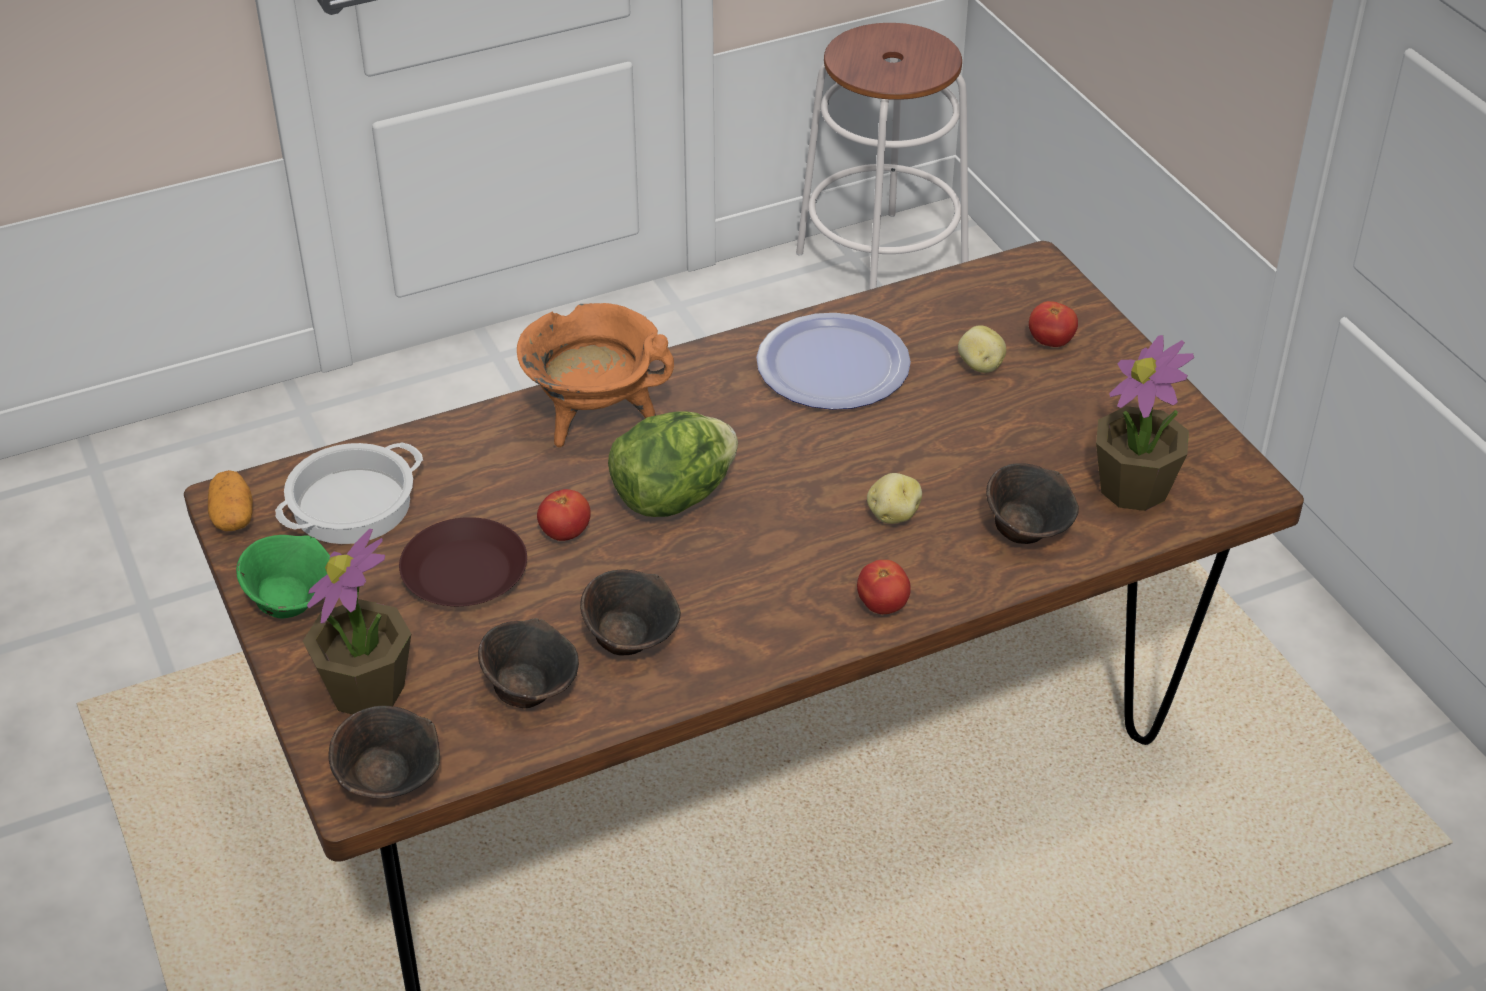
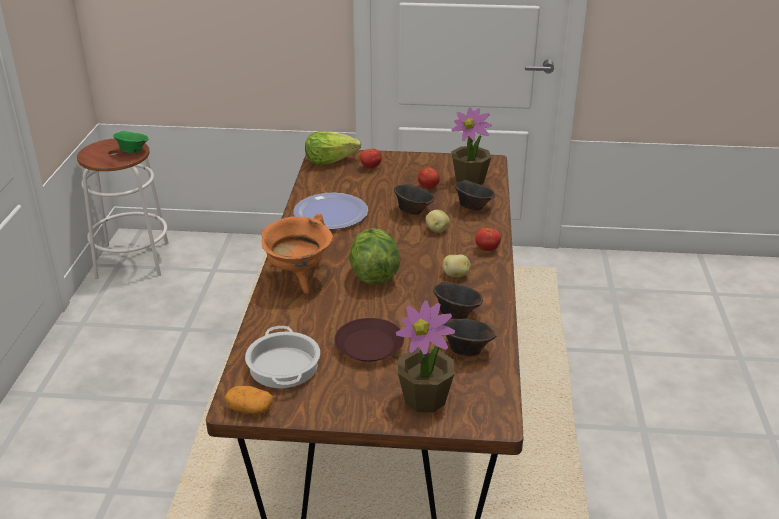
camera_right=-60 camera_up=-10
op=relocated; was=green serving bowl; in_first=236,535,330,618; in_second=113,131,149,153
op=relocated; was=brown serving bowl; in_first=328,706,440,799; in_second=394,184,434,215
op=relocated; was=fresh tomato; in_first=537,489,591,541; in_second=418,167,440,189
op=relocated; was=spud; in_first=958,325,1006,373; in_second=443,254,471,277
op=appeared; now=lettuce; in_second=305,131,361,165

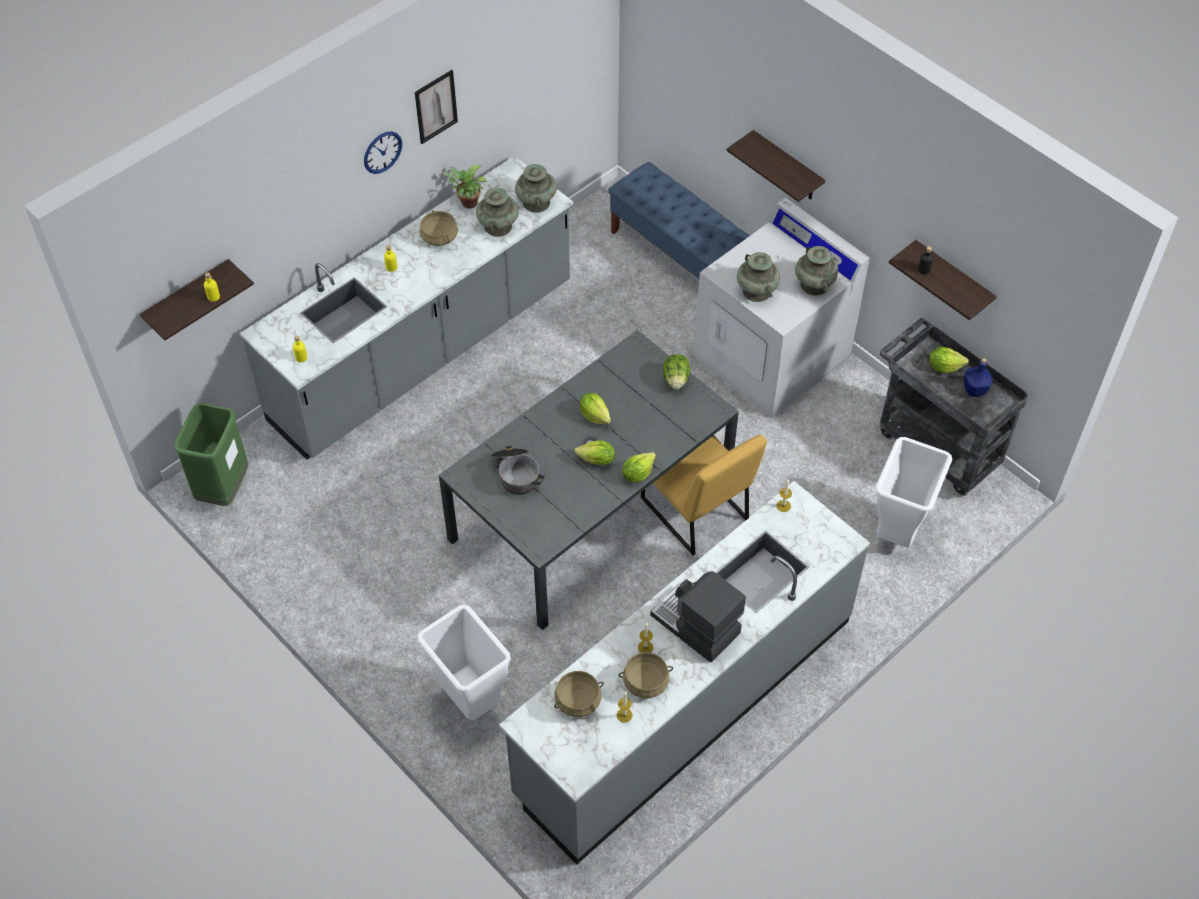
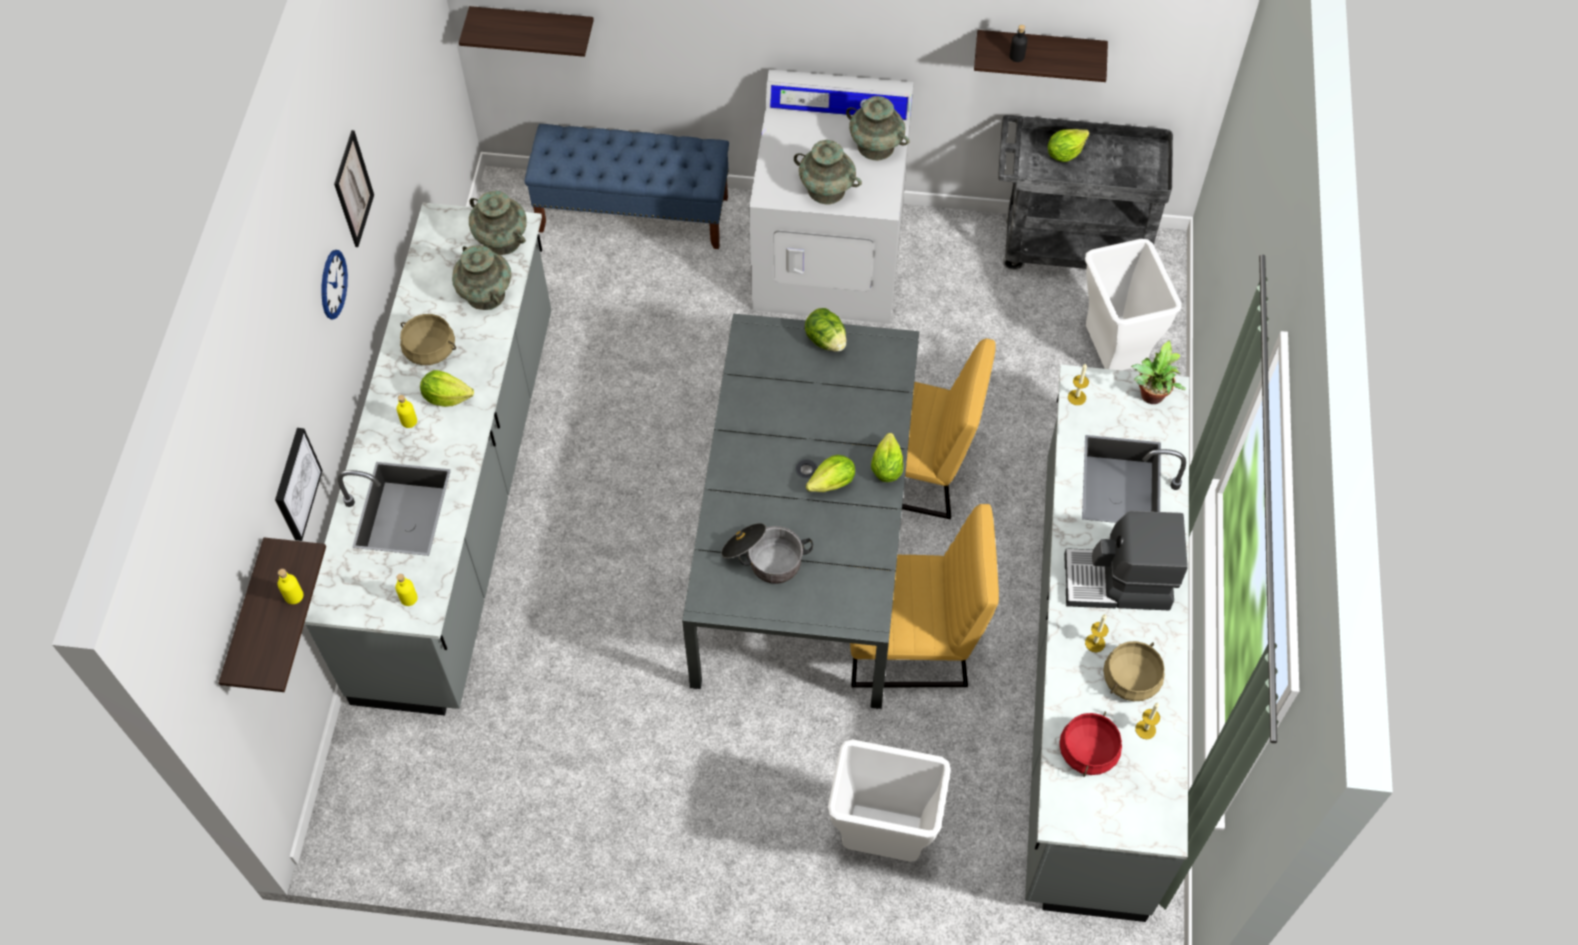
camera_right=-40 camera_up=5
op=missing; was=green waste bin; in_first=174,403,248,506
op=relocated; was=plant in a pot; in_first=442,165,487,209; in_second=1131,340,1186,404
op=colour; was=beige-coloured stockpot; now=reddish stockpot; in_first=554,671,604,717; in_second=1059,711,1122,777
op=relocated; was=lettuce; in_first=580,393,611,424; in_second=420,370,474,407
op=relocated; was=bracket shelf; in_first=727,130,825,202; in_second=459,6,594,57
op=missing; was=blue drink bottle; in_first=964,358,992,397
op=appeared; now=picture; in_second=275,428,323,541
op=appeared; now=yellow upright chair; in_second=850,504,999,688

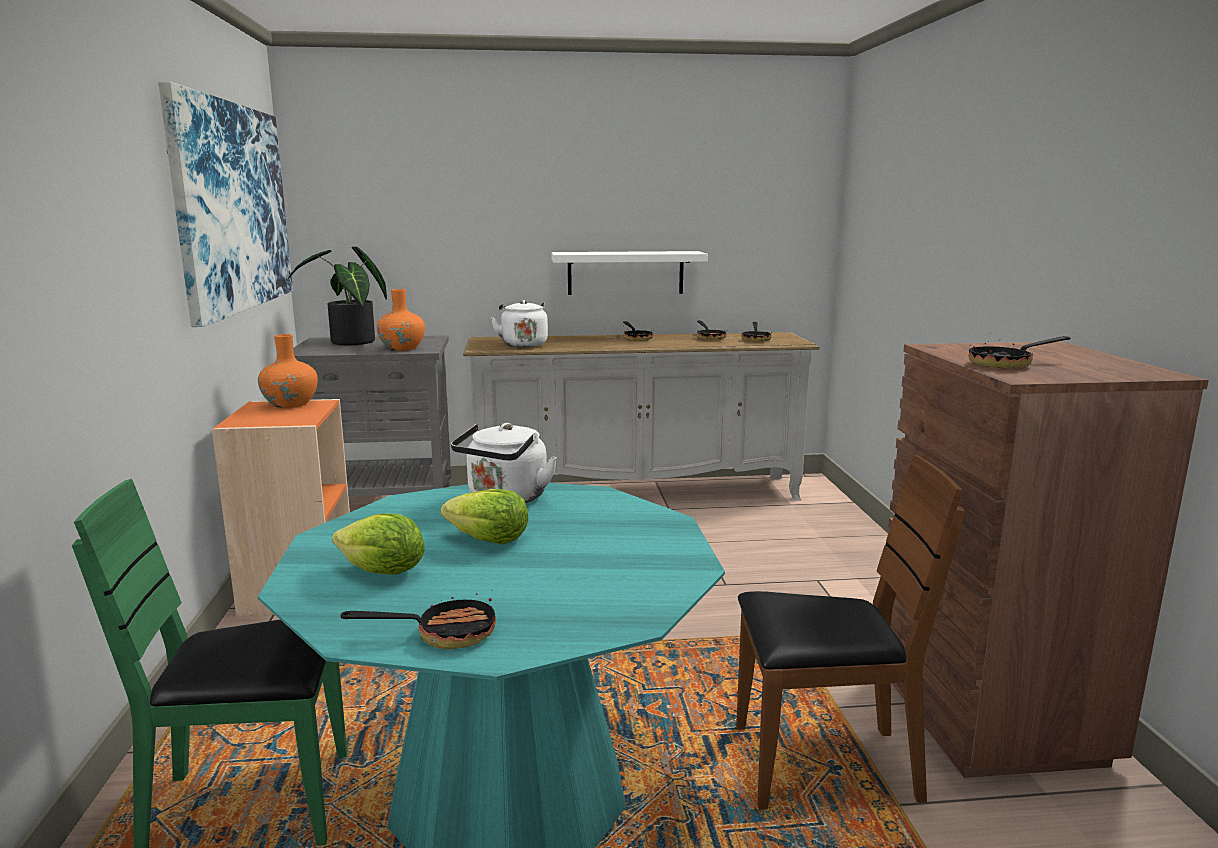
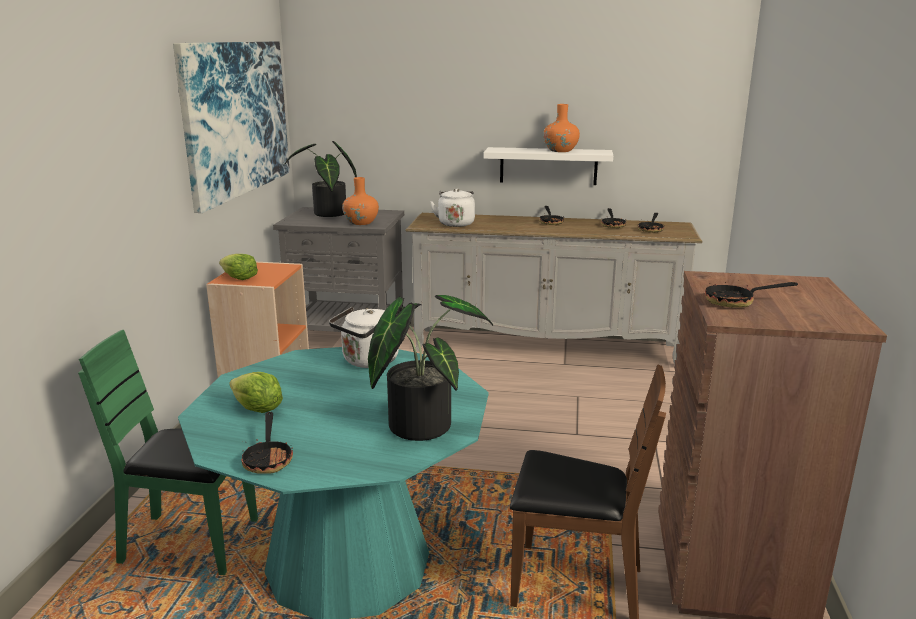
camera_right=15 camera_up=5
op=relocated; was=orange-coloured vase; in_first=258,334,318,408; in_second=543,104,580,152
op=spun; was=skillet; in_first=341,590,496,649; in_second=241,412,293,474; clockwise=75
op=relocated; was=lettuce; in_first=441,489,528,544; in_second=219,254,258,280
op=appeared; now=plant in a pot; in_second=368,295,493,441

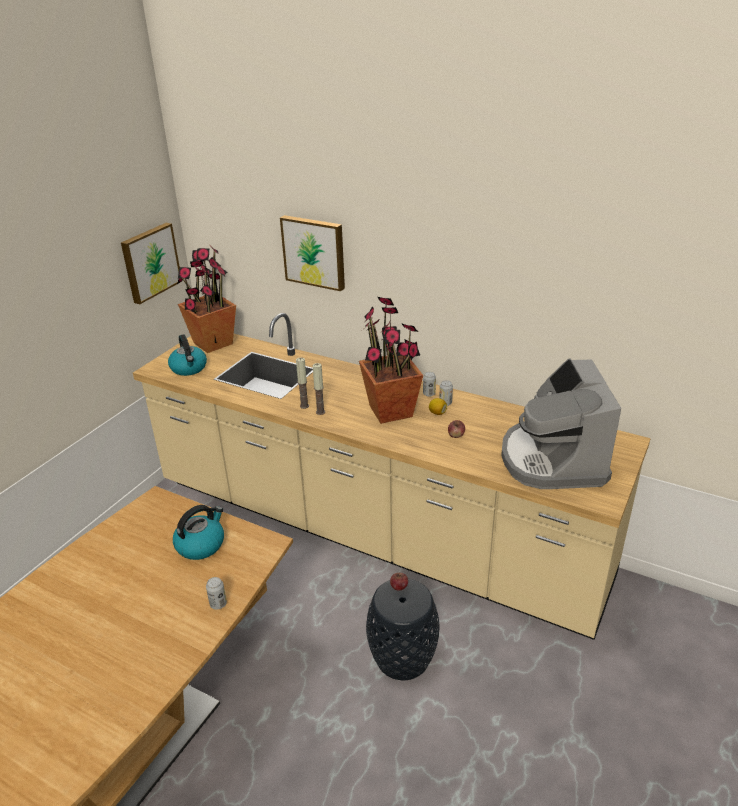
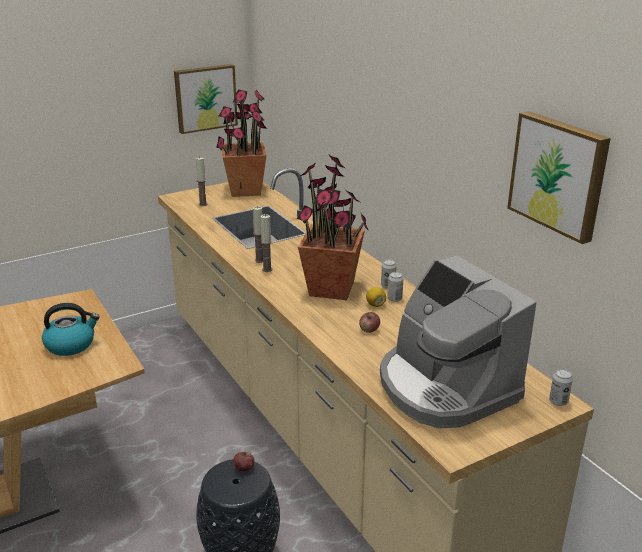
camera_right=30 camera_up=-5
op=exchanged; was=tea kettle; now=candle; in_first=168,335,207,376; in_second=196,157,207,206
op=relocated; was=metal can; in_first=206,577,227,610; in_second=549,369,573,406
op=relocated; was=picture; in_first=280,215,345,291; in_second=507,111,611,244
op=spun; was=coffee machine; in_first=501,359,621,489; in_second=380,256,536,429; clockwise=-60

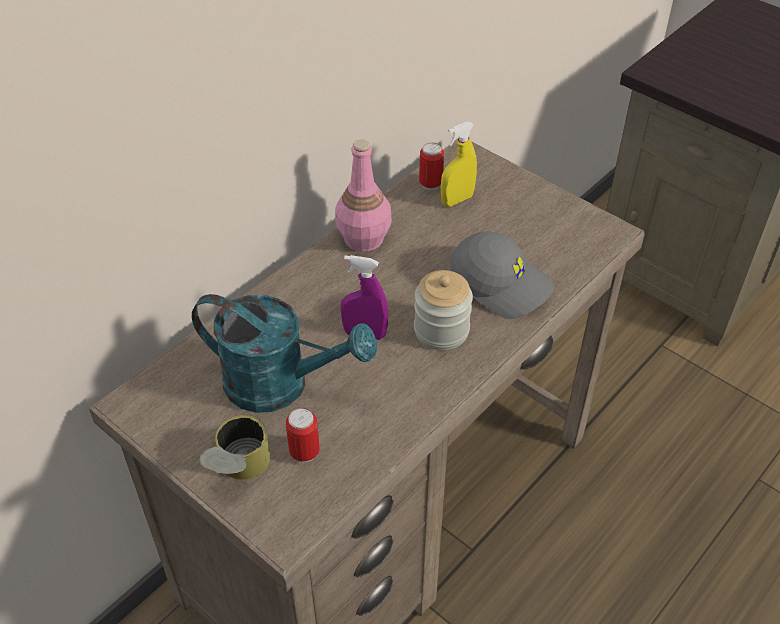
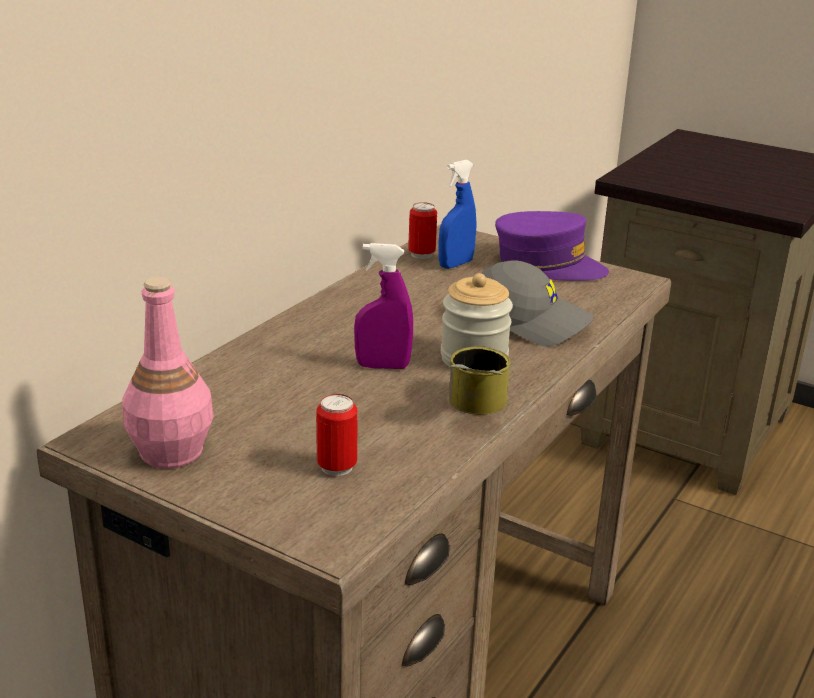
camera_right=-10 camera_up=-20
op=missing; was=turquoise-coloured sprinkling can; in_first=192,294,377,413
op=relocated; was=metal can; in_first=199,415,271,480; in_second=448,346,511,415
op=relocated; was=pink drink bottle; in_first=335,139,392,252; in_second=122,277,214,469
op=colour; was=yellow spray bottle; now=blue spray bottle; in_first=441,121,477,207; in_second=439,160,477,269
op=appeared; now=purplish peaked cap; in_second=495,211,609,281

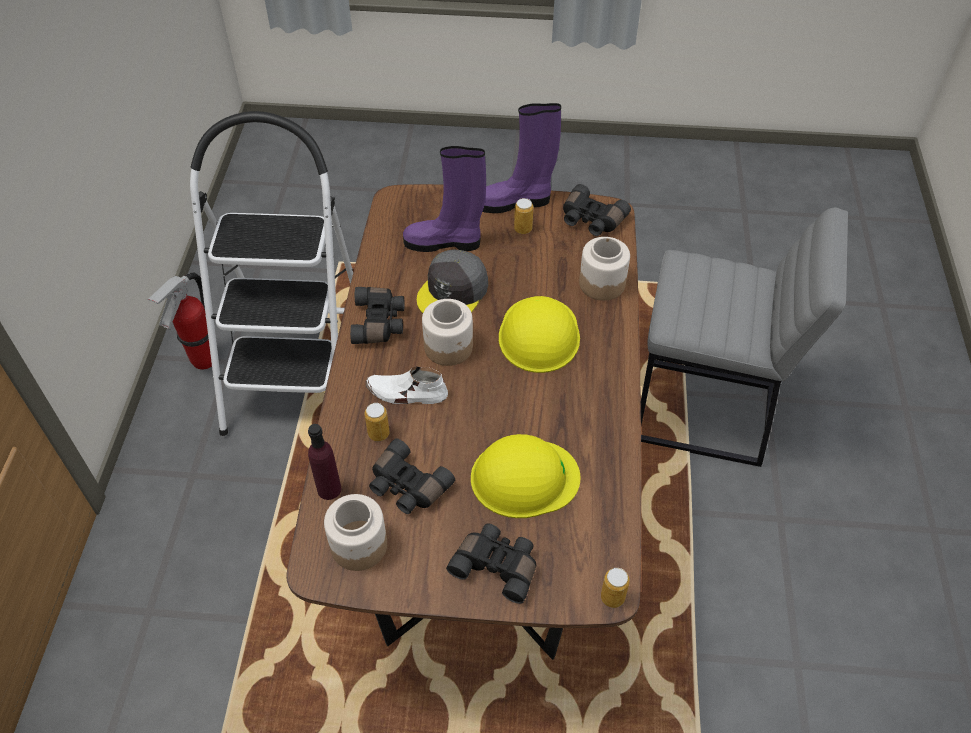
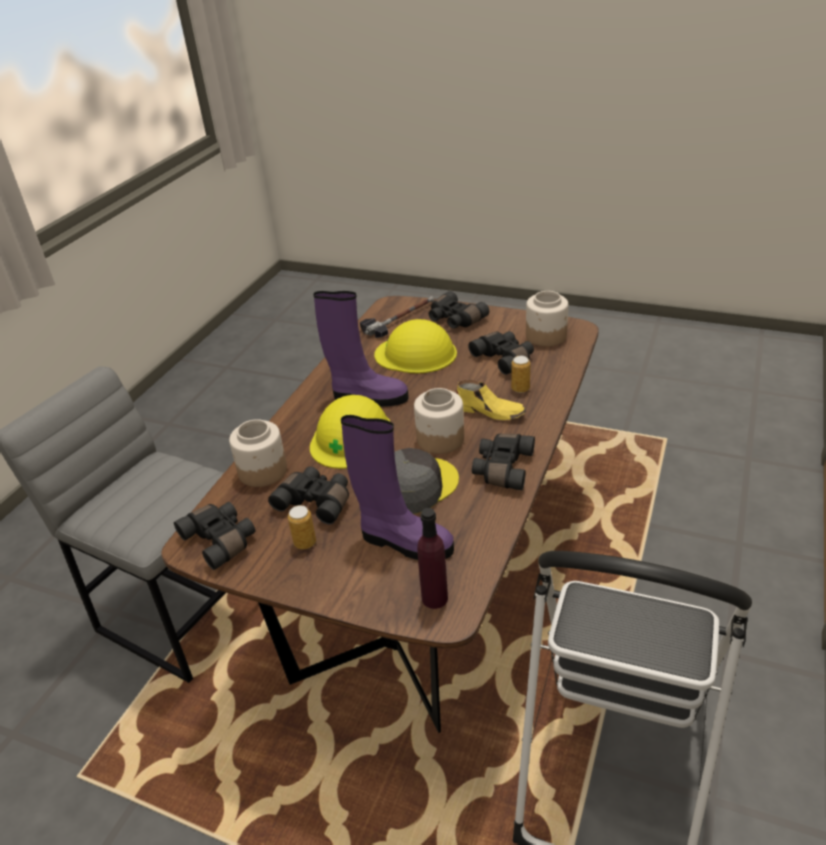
camera_right=-160 camera_up=-15
op=missing; was=fire-fighting cylinder; in_first=147,273,212,370
op=relocated; was=purplish drink bottle; in_first=308,424,341,500; in_second=417,508,448,609
op=colour; was=white item of footwear; now=yellow item of footwear; in_first=365,366,448,404; in_second=456,379,526,420
op=relocated; was=purplish high-top boot; in_first=482,103,561,213; in_second=313,291,409,407
op=missing; was=metal can; in_first=601,568,630,608
op=appeared; now=blackish pair of binoculars; in_second=268,466,349,524
op=appeared; now=tool hammer; in_second=360,296,434,338

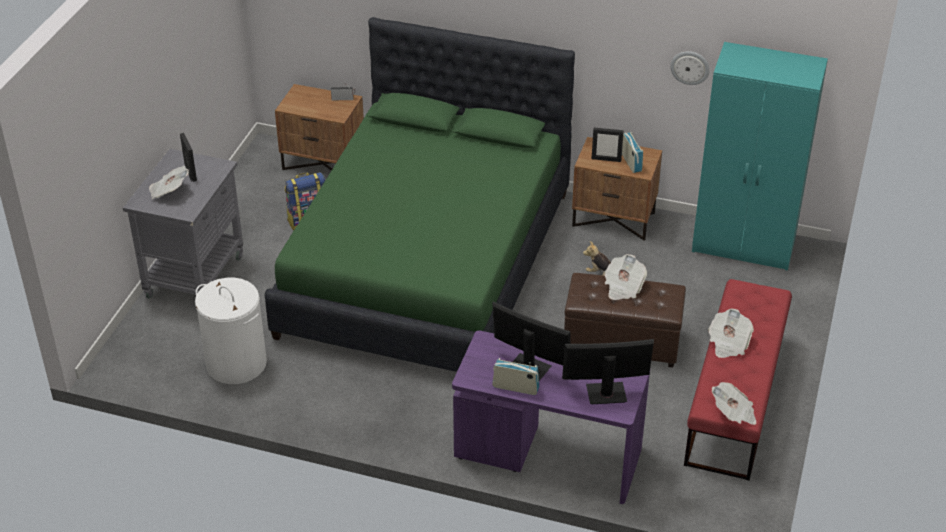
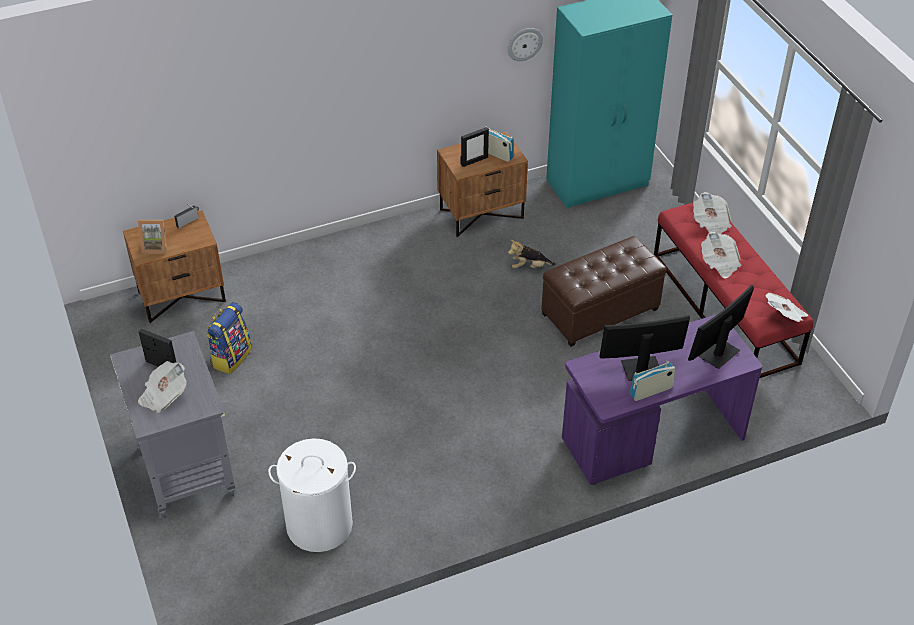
camera_right=-40 camera_up=5
op=missing; was=green sleeping bed; in_first=265,17,575,372
op=relocated; was=daily paper; in_first=604,254,647,300; in_second=693,192,732,234
op=appeared; now=photo frame; in_second=138,220,167,253

